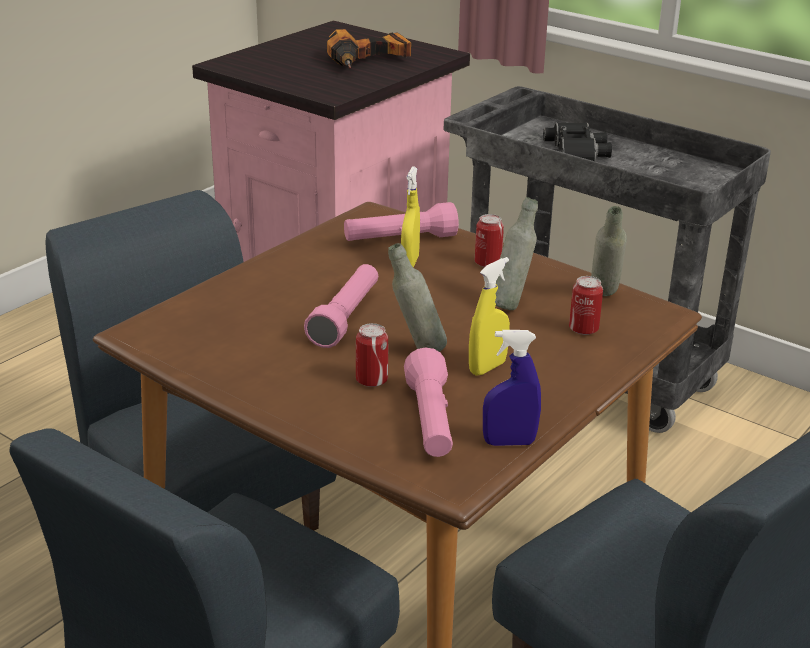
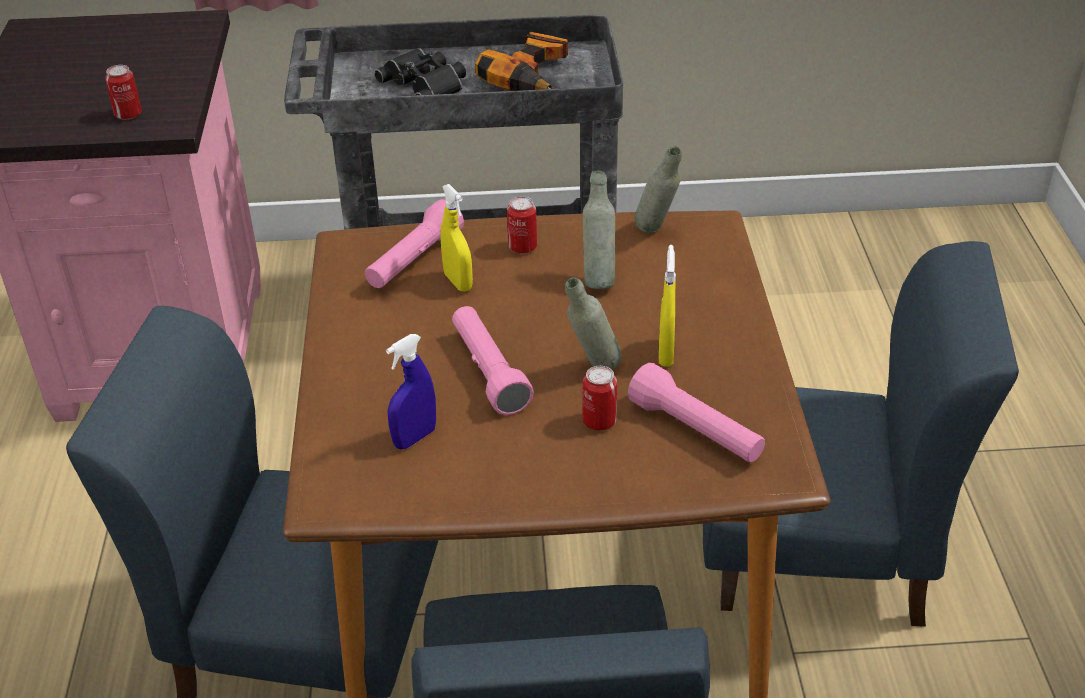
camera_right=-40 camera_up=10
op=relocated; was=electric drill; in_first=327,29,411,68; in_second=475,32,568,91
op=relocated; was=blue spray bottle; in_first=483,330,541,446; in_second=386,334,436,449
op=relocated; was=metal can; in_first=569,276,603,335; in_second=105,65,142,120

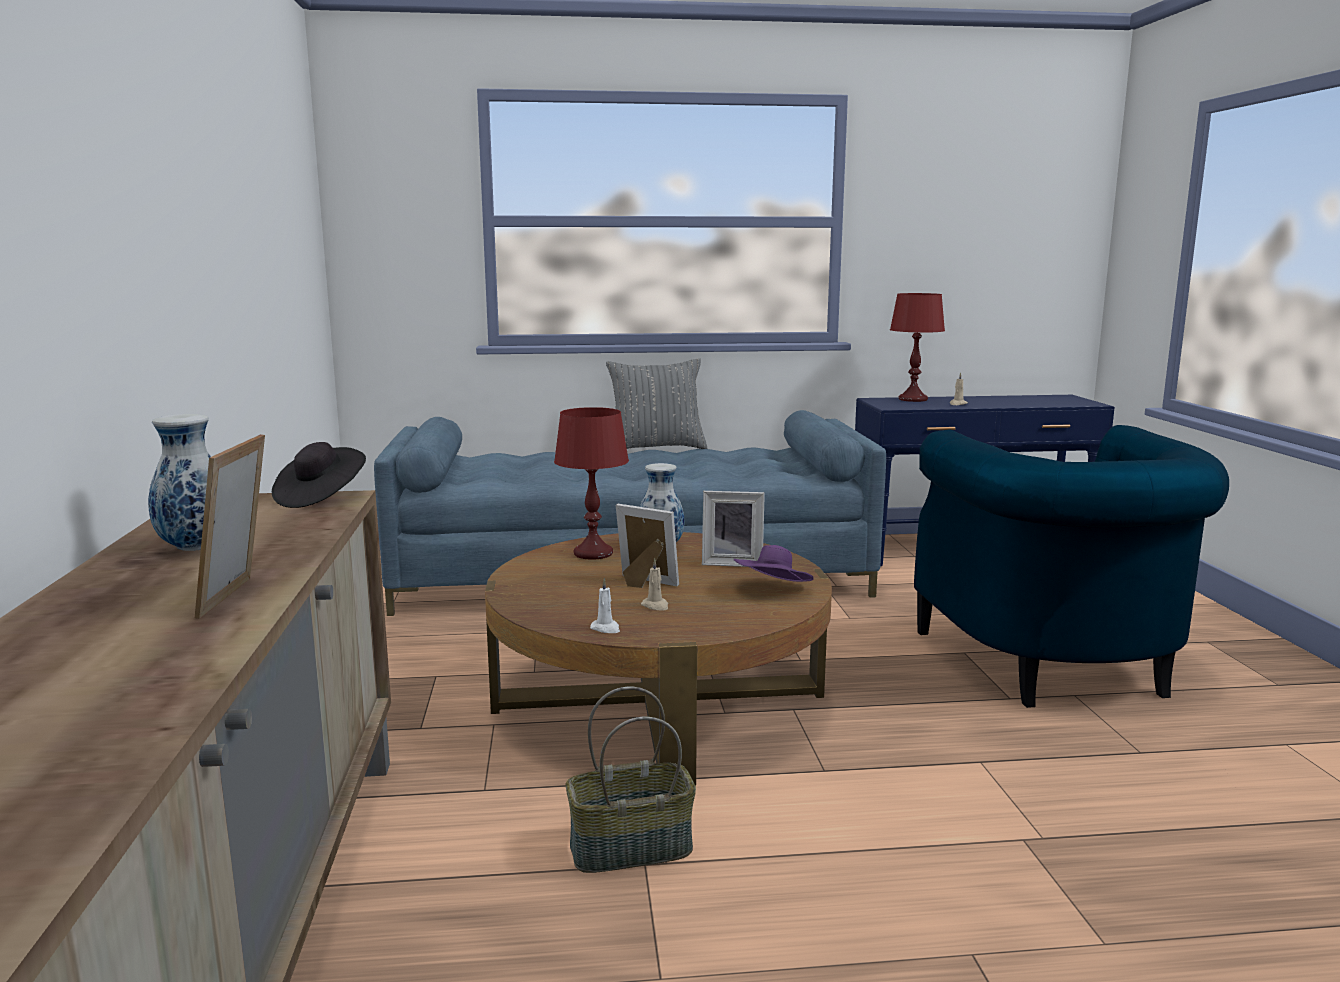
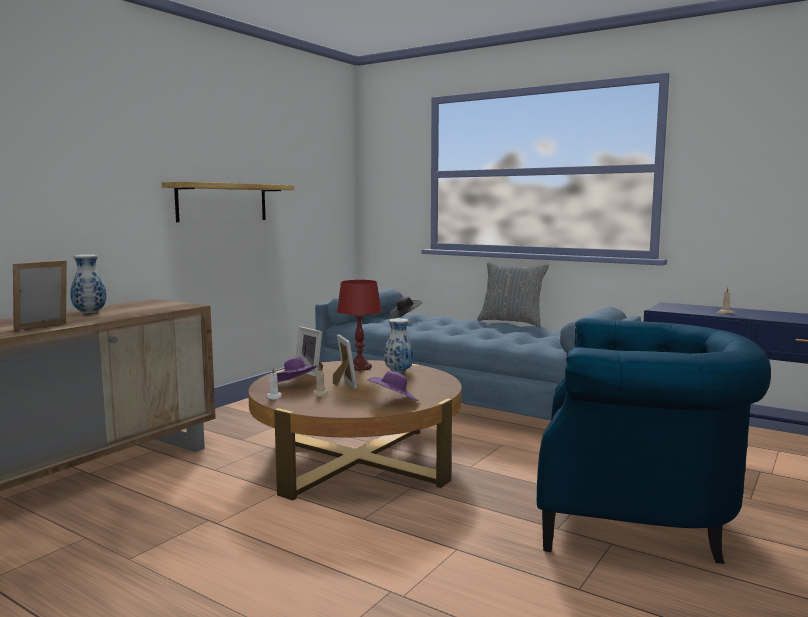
camera_right=40 camera_up=-5
op=relocated; was=blackish hat; in_first=272,442,366,508; in_second=389,297,422,319
op=missing; was=basket; in_first=566,686,696,873
op=relocated; was=photo frame; in_first=702,491,765,567; in_second=296,326,323,377
op=missing; was=reddish table lamp; in_first=890,293,945,402
op=spun; was=blue easy chair; in_first=914,425,1229,708; in_second=537,318,771,564; clockwise=-105
op=appeared; now=bracket shelf; in_second=162,182,294,222
op=appeared; now=purplish hat; in_second=277,358,318,382

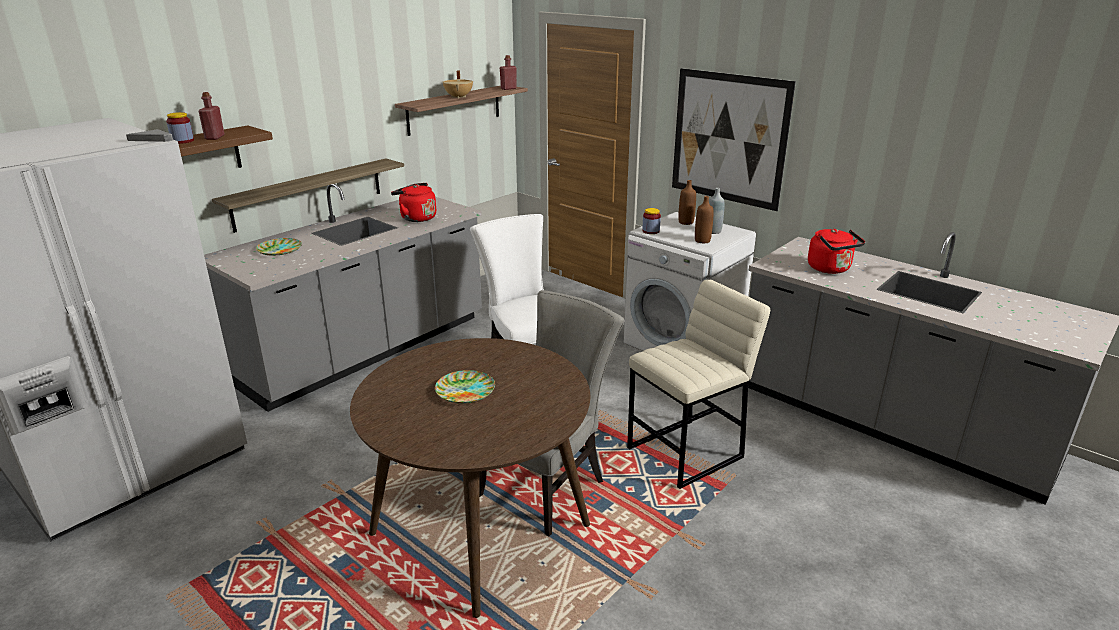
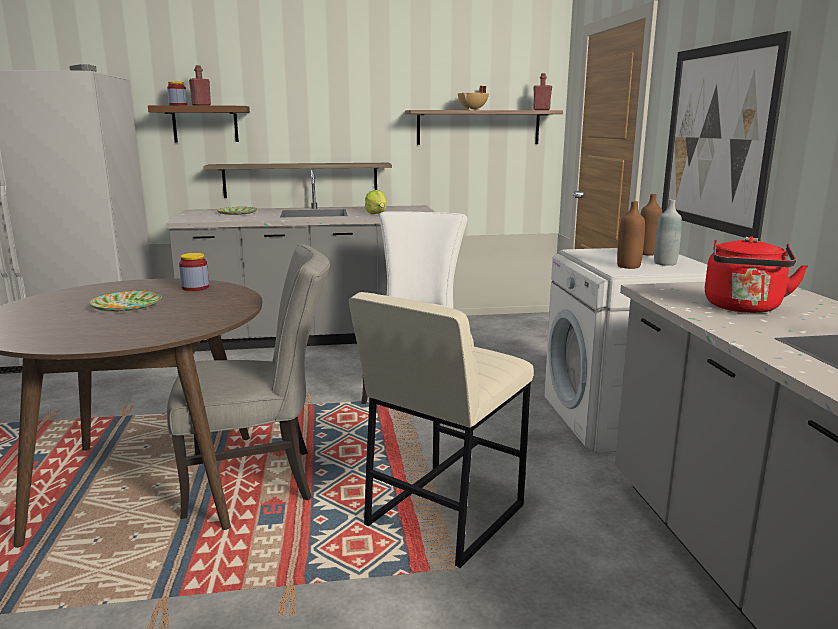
camera_right=40 camera_up=-10
op=exchanged; was=reddish tea kettle; now=lettuce; in_first=391,183,436,222; in_second=365,190,387,214
op=spun; was=beige-coloured upright chair; in_first=627,280,770,489; in_second=349,292,534,568; clockwise=120
op=relocated; was=jar; in_first=642,208,661,234; in_second=179,253,209,291

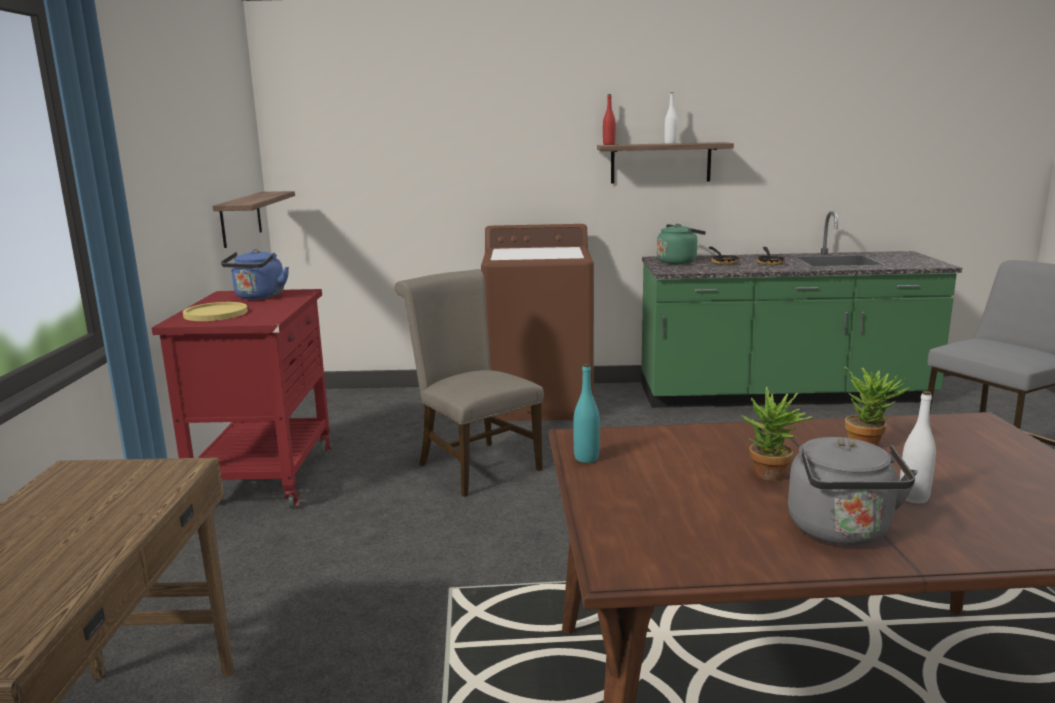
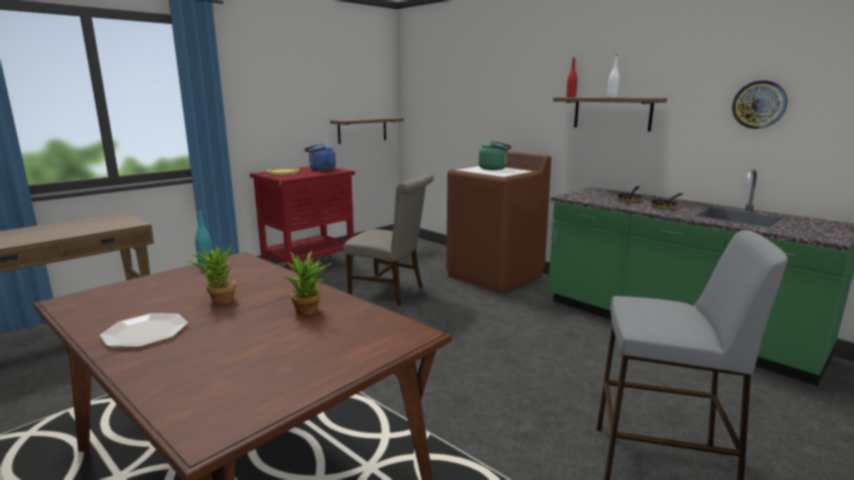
camera_right=45 camera_up=0
op=spun; was=beige-coloured upright chair; in_first=394,269,544,497; in_second=343,174,434,306; clockwise=105
op=relocated; was=green tea kettle; in_first=657,224,706,264; in_second=479,141,511,170
op=exchanged; was=greyish tea kettle; now=dinner plate; in_first=788,437,918,545; in_second=100,313,188,348
op=missing; was=white drink bottle; in_first=900,391,936,503
op=appeared; now=wall clock; in_second=732,80,787,129

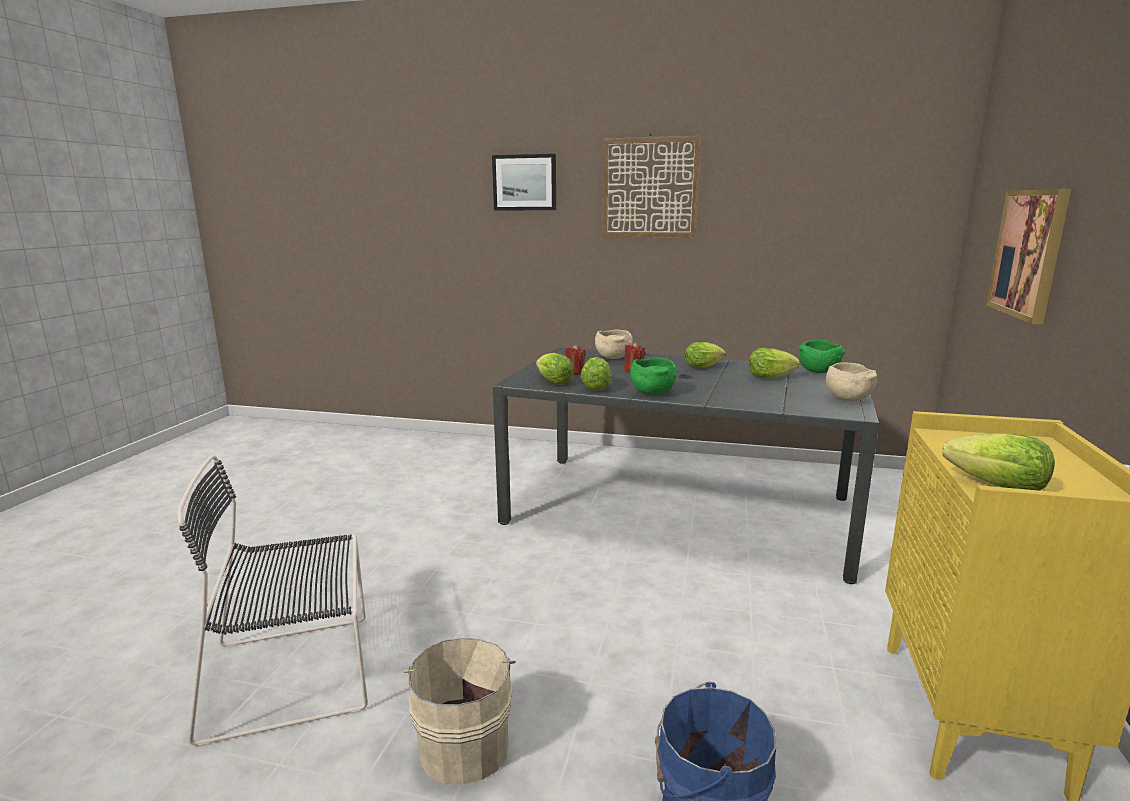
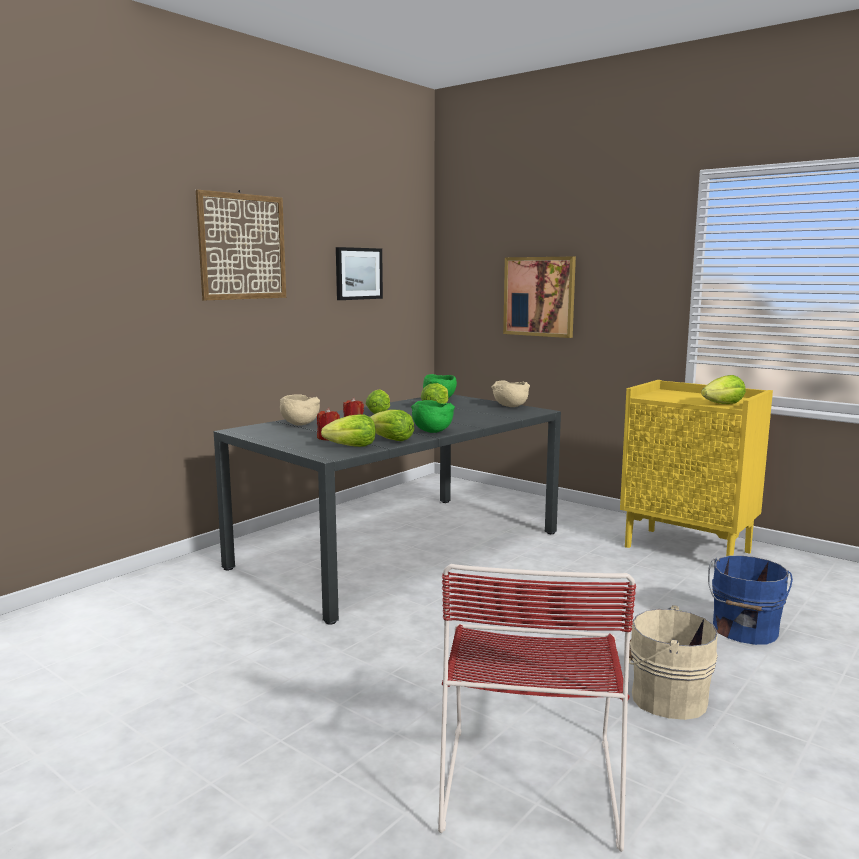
camera_right=-65 camera_up=-5
op=colour; was=blackish upright chair; now=reddish upright chair; in_first=177,455,368,747; in_second=438,564,636,852
op=relocated; was=picture; in_first=492,154,556,210; in_second=336,247,383,300

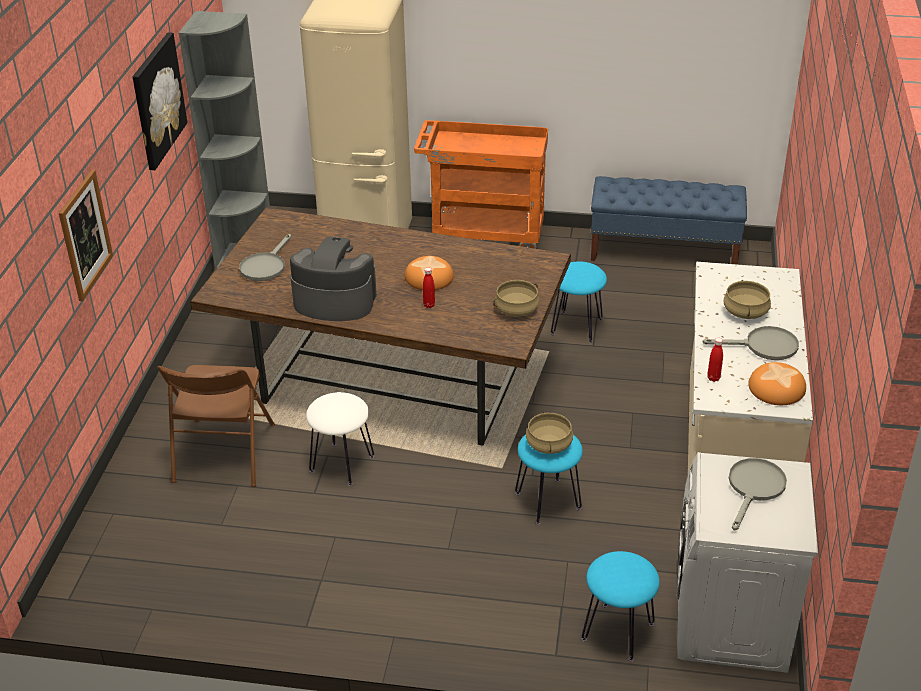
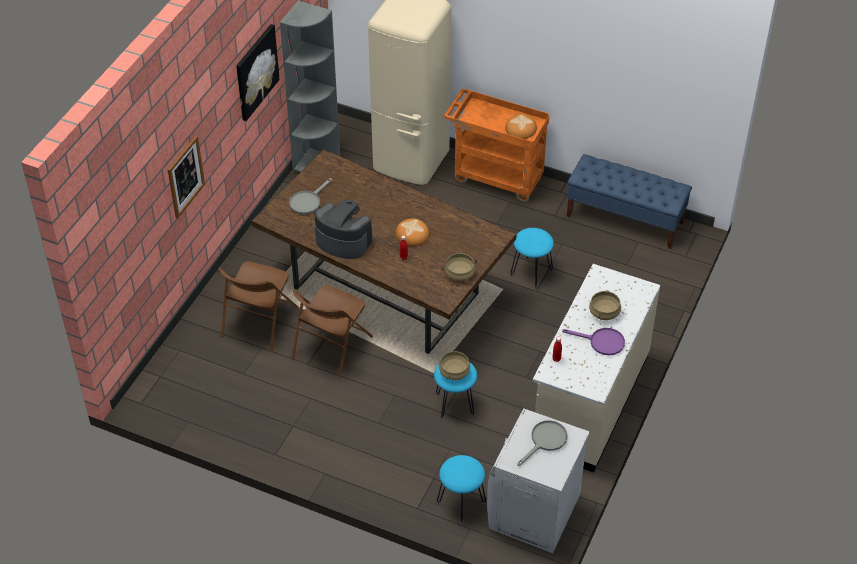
camera_right=15 camera_up=10
op=exchanged; was=white stool seat; now=brown upright chair; in_first=306,392,374,486; in_second=291,285,373,379
op=colour; was=greyish skillet; now=purplish skillet; in_first=703,326,799,360; in_second=562,328,625,355
op=relocated; was=bakery bread; in_first=748,362,806,405; in_second=505,114,537,139

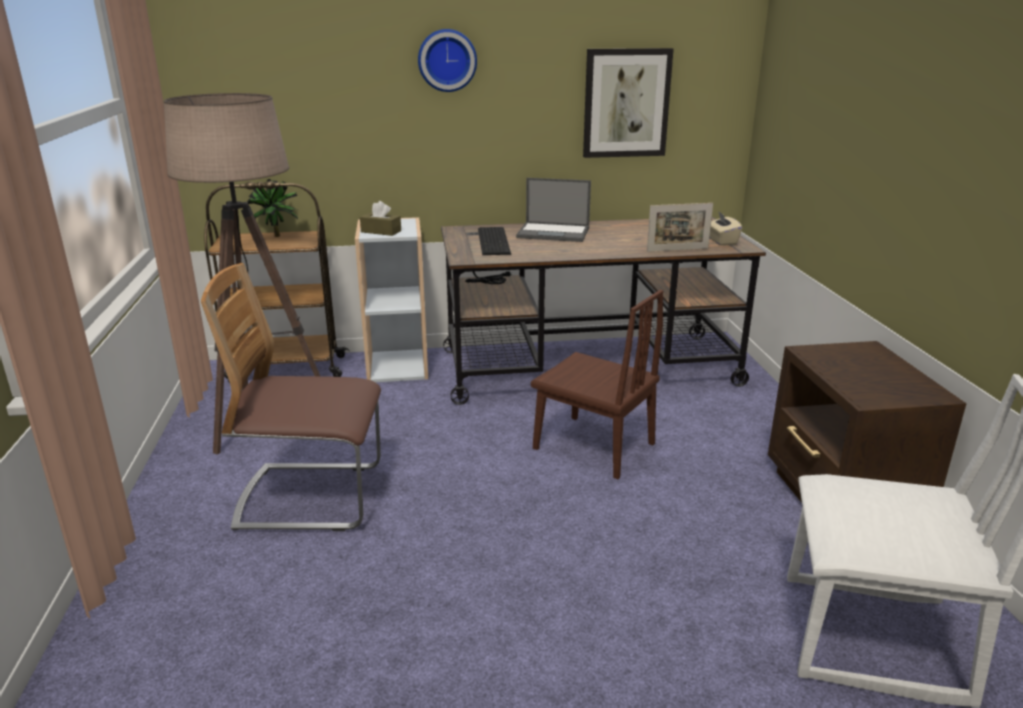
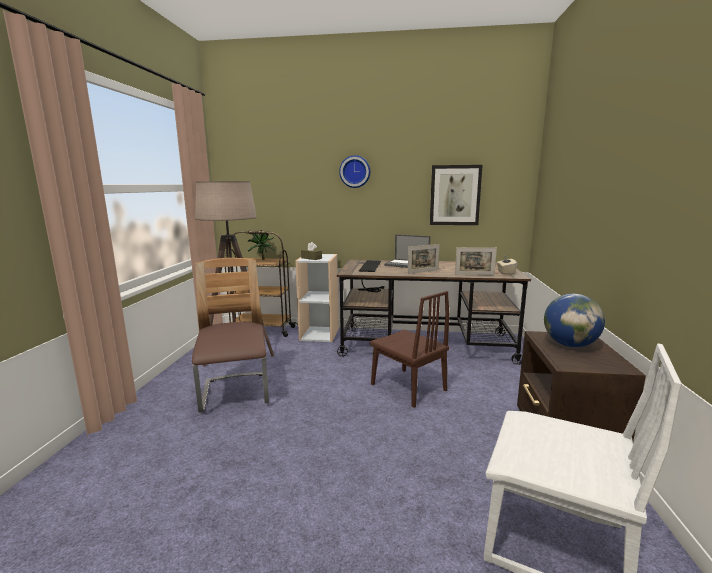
camera_right=15 camera_up=-10
op=spun; was=upright chair; in_first=201,263,381,531; in_second=192,258,269,413; clockwise=60
op=appeared; now=photo frame; in_second=408,244,440,274
op=appeared; now=world globe; in_second=544,294,605,347

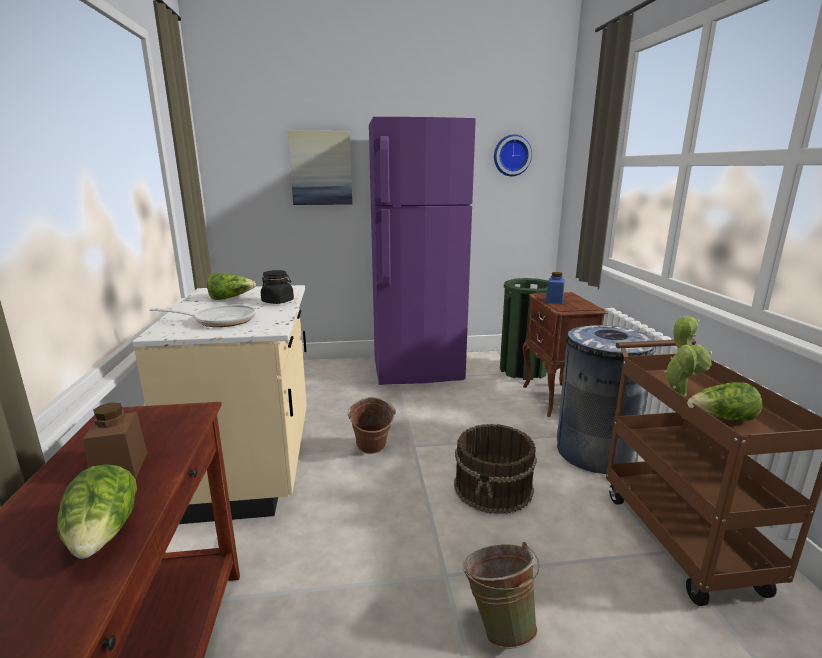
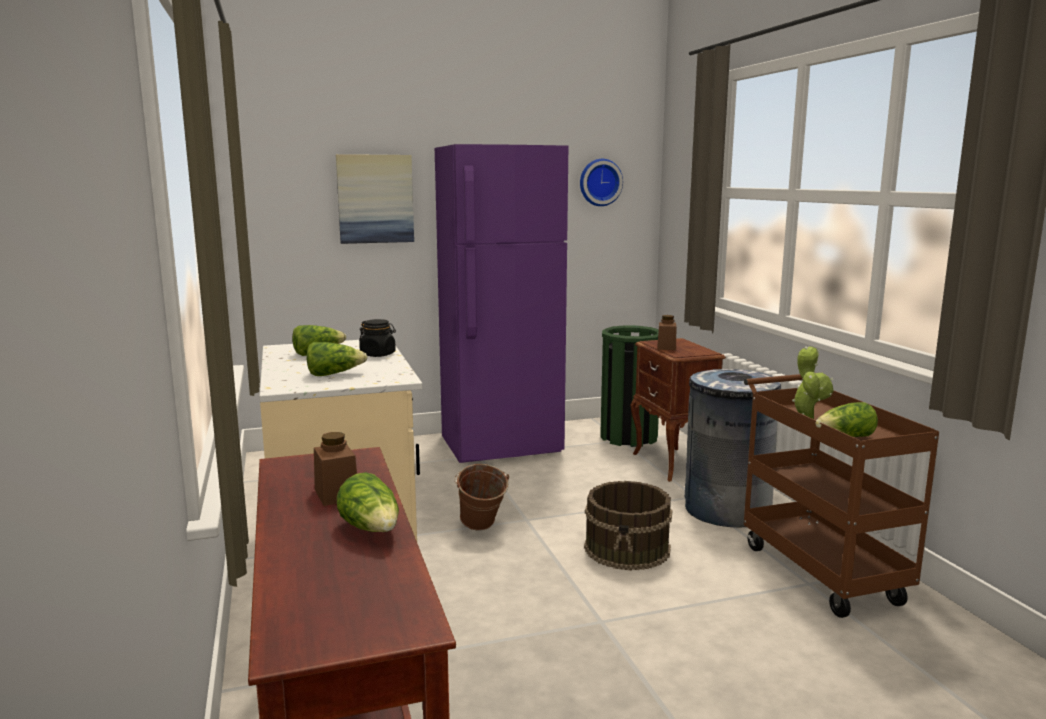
camera_right=-10 camera_up=-5
op=exchanged; was=skillet; now=lettuce; in_first=149,304,256,327; in_second=306,342,367,376
op=missing; was=green bucket; in_first=462,542,540,649
op=colour; was=blue jar; now=brown jar; in_first=546,272,565,304; in_second=658,315,676,350

